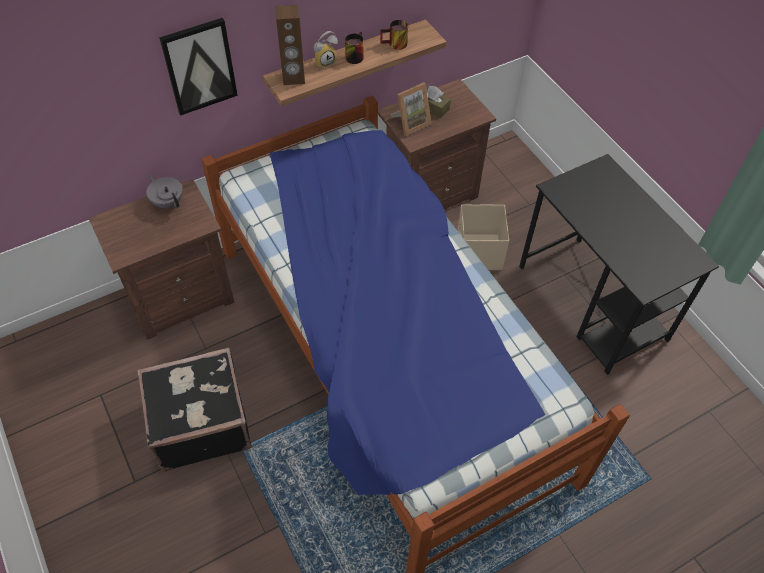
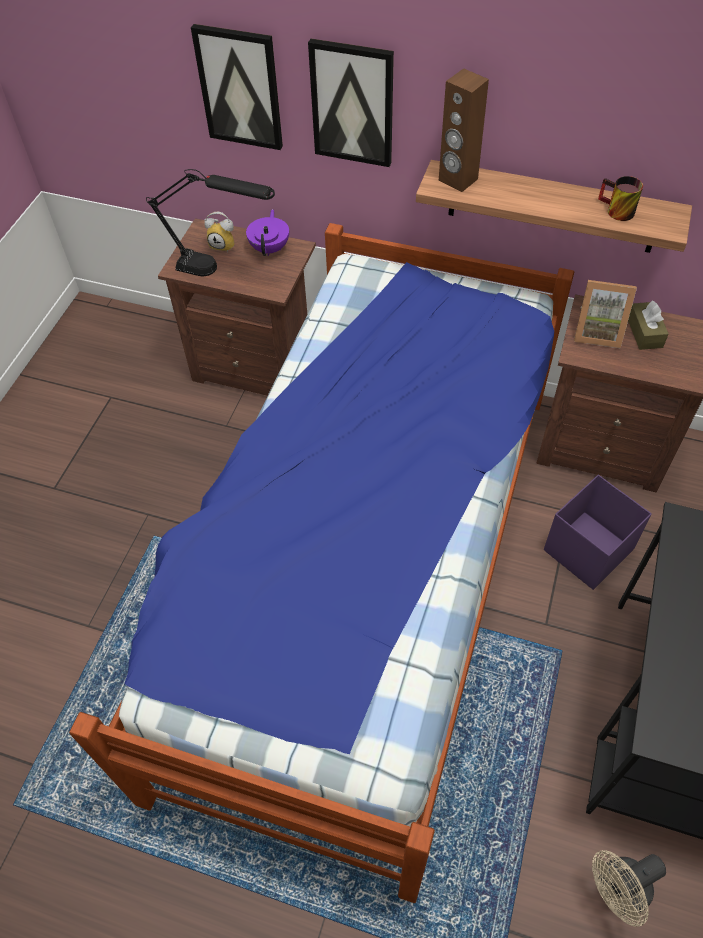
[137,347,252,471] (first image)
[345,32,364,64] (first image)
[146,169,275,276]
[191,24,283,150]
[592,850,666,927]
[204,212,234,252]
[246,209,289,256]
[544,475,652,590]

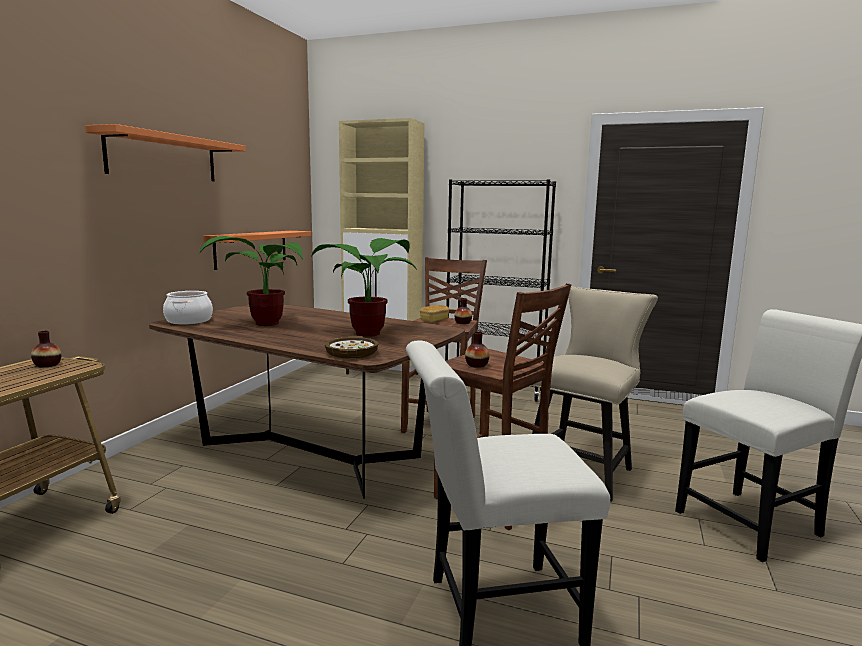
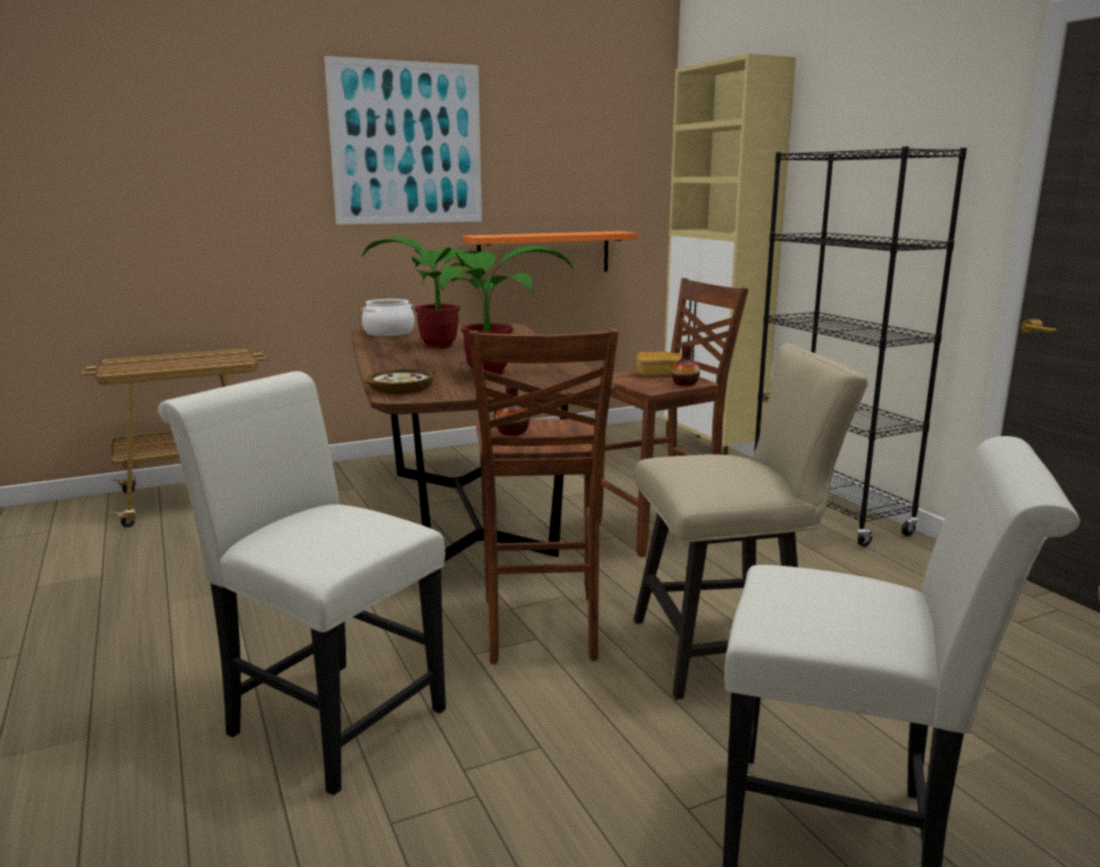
[31,331,61,368] (first image)
[324,56,482,225]

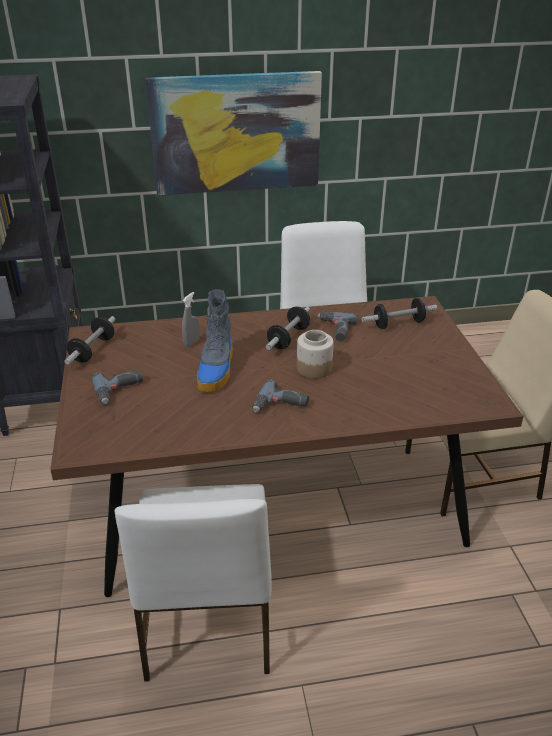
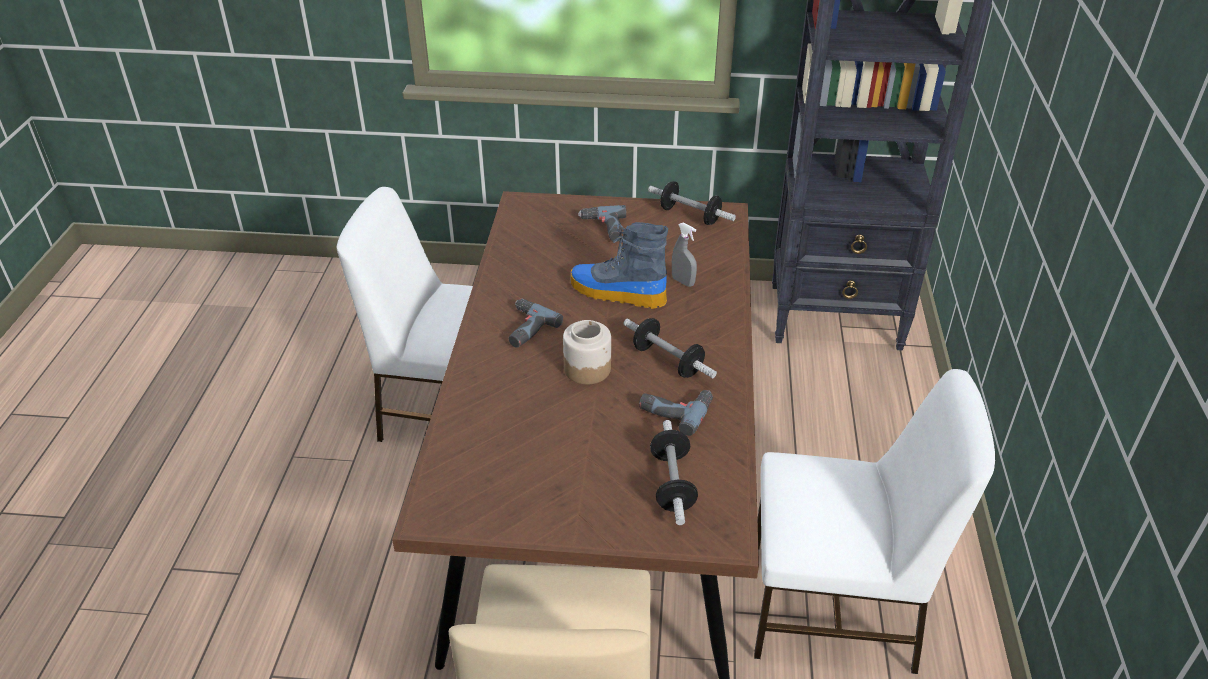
[145,71,322,195] (first image)

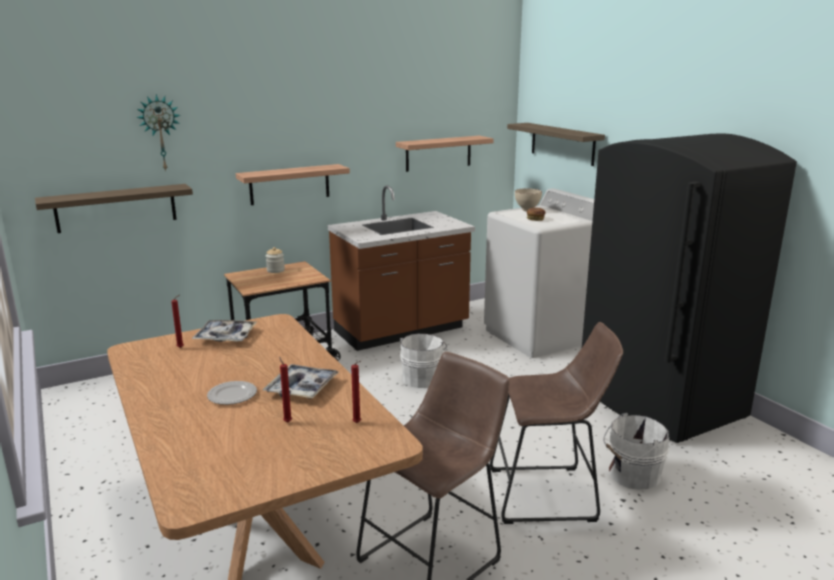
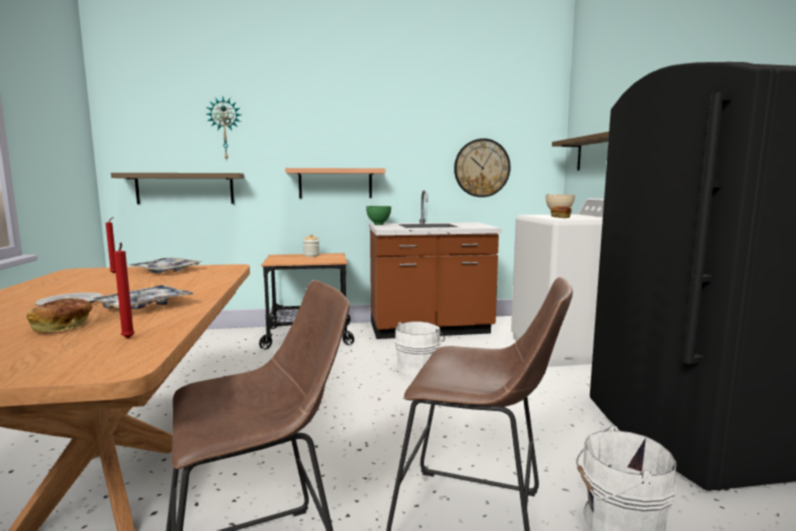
[366,206,391,225]
[26,298,93,332]
[454,138,511,197]

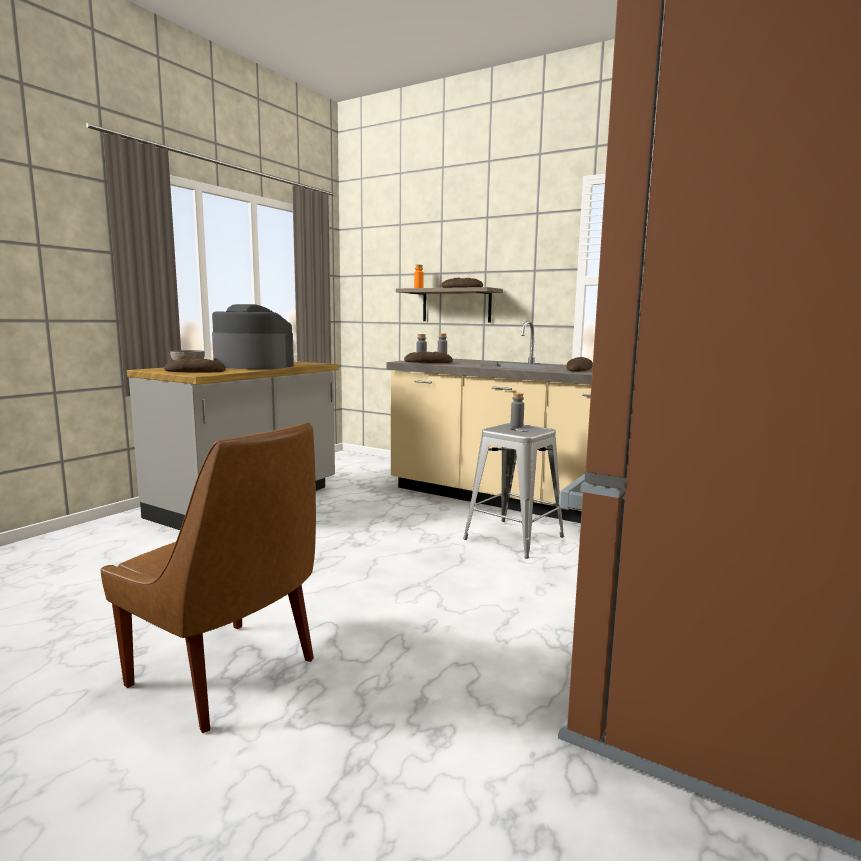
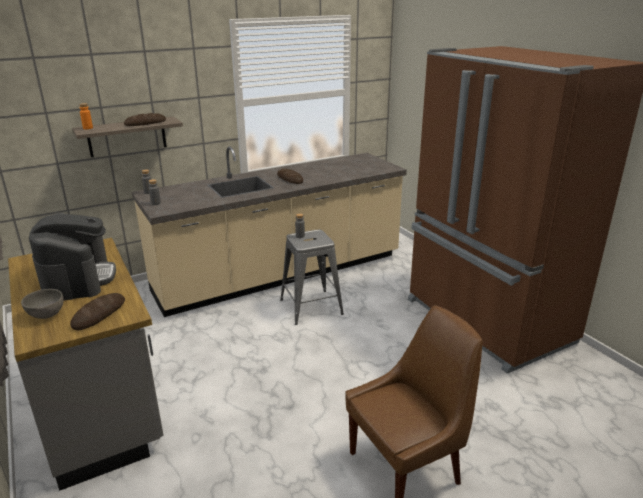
[404,351,453,363] (first image)
[29,213,116,301]

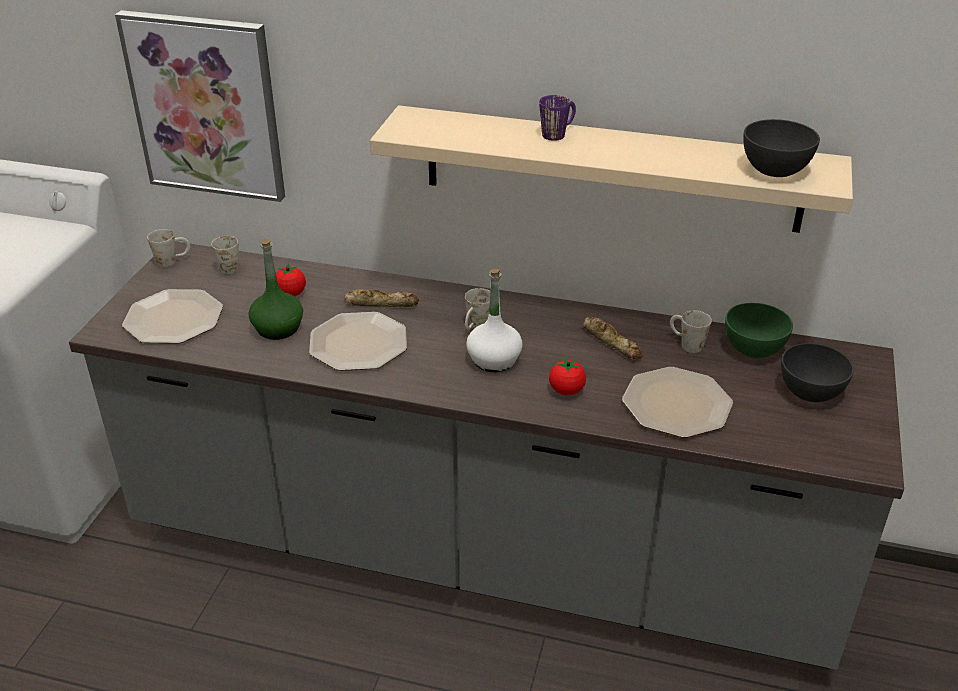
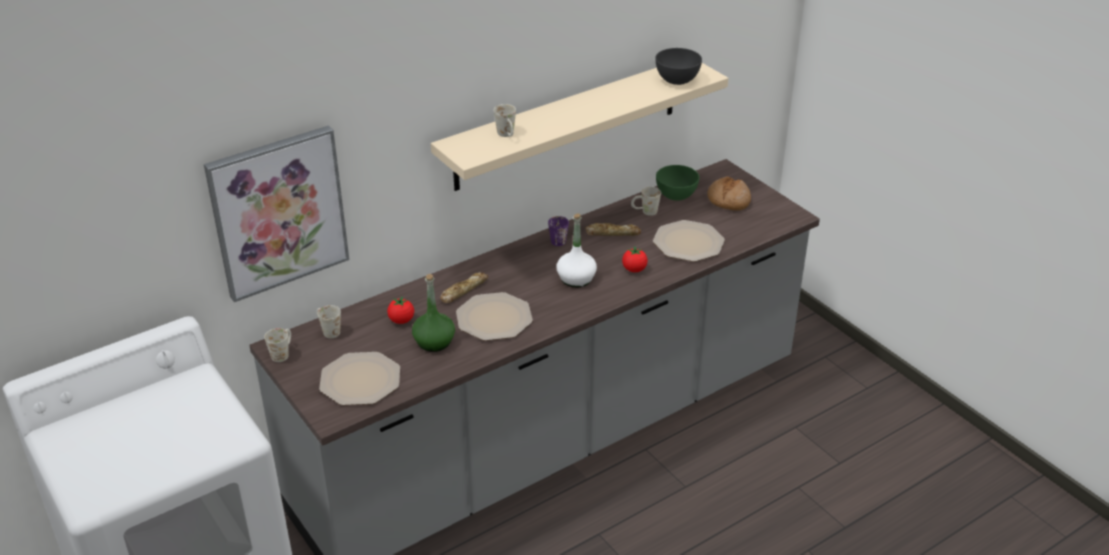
[494,104,516,137]
[548,216,569,246]
[707,177,751,211]

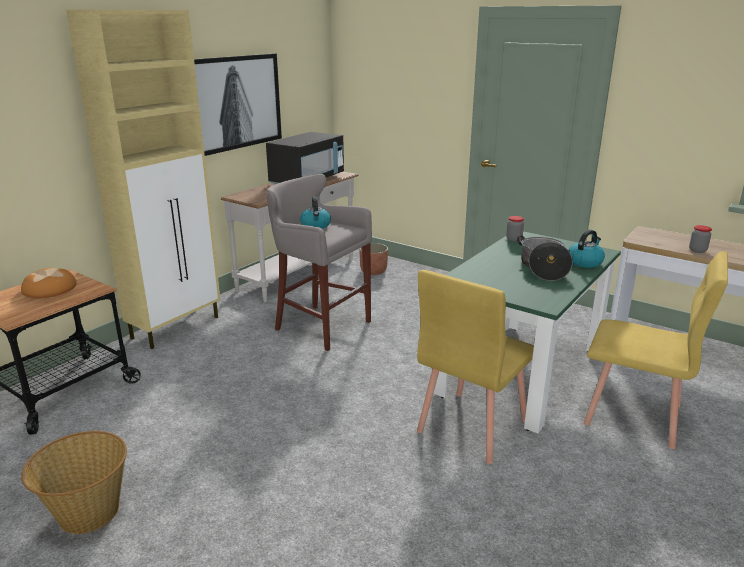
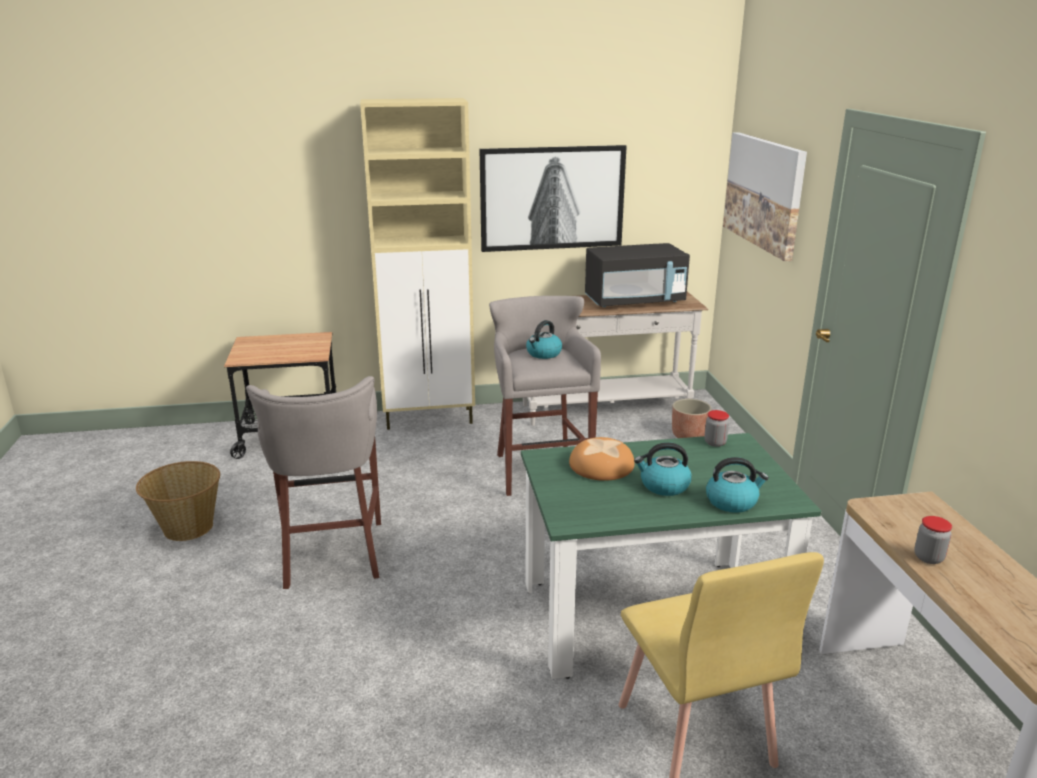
[417,270,534,464] (first image)
[246,376,381,589]
[723,132,807,261]
[569,437,635,481]
[634,442,692,496]

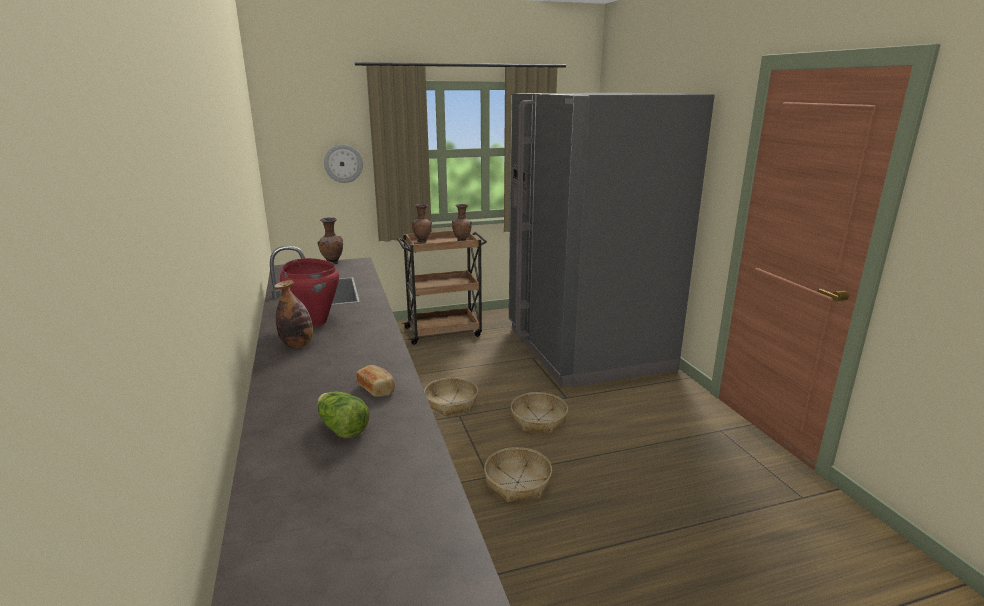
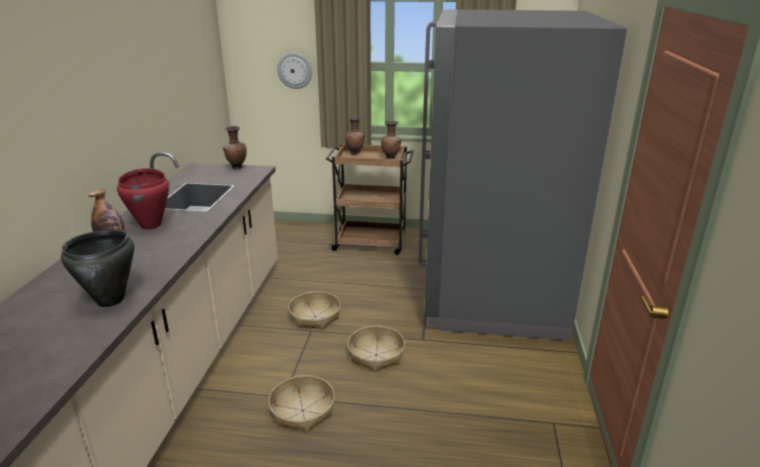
[317,392,369,438] (first image)
[61,230,134,307]

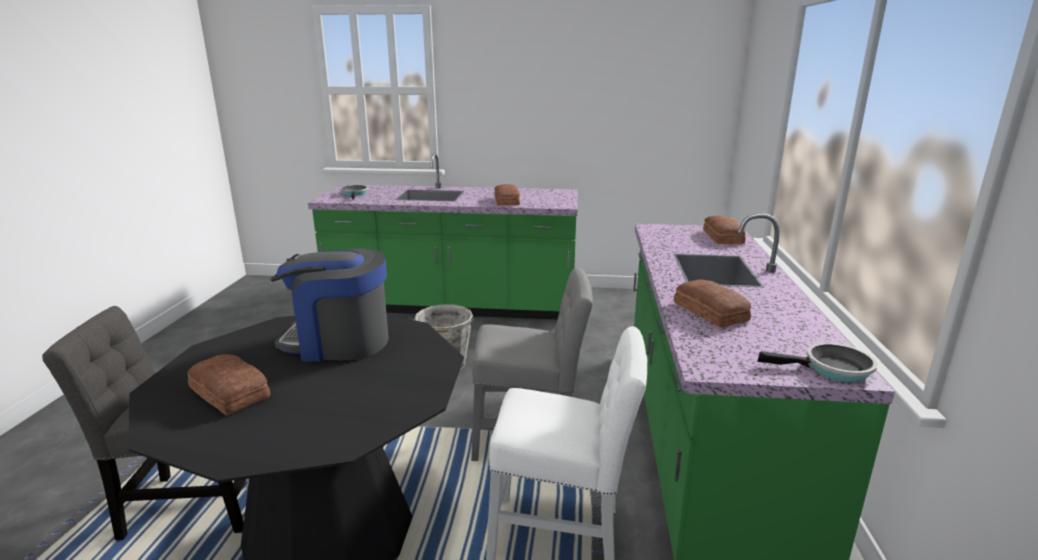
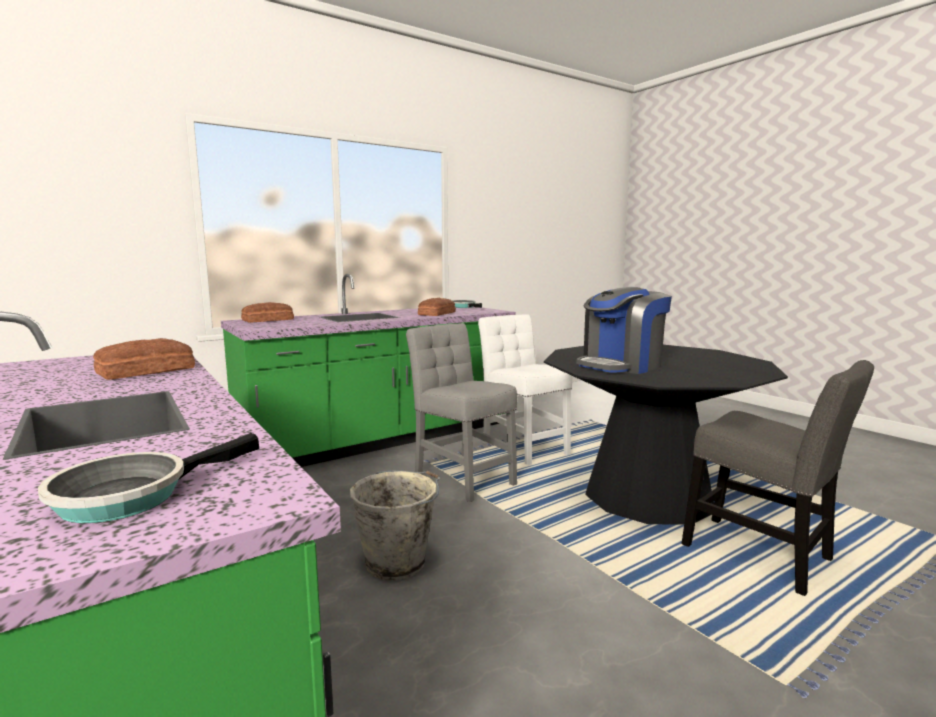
[187,354,270,415] (first image)
[576,287,672,374]

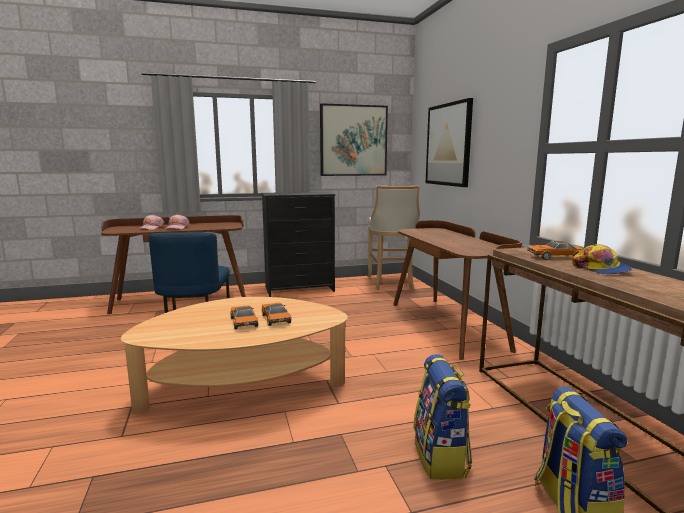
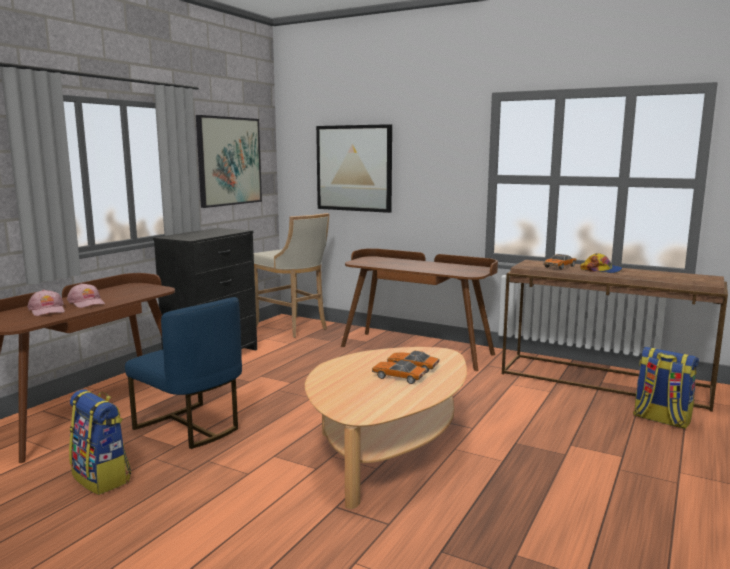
[69,389,131,495]

